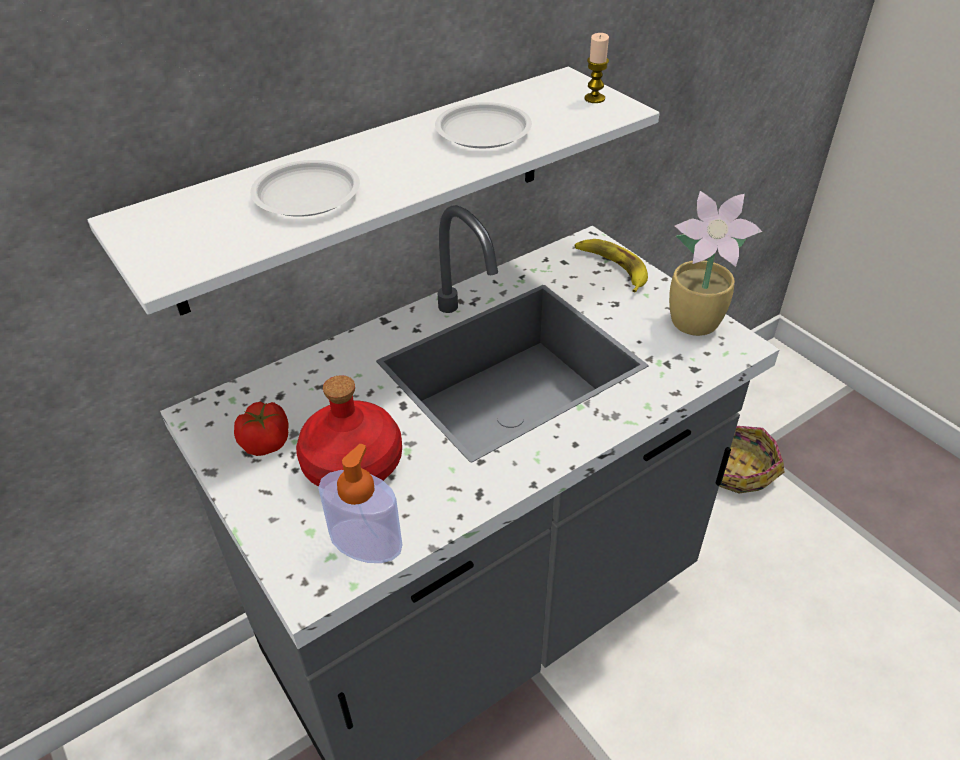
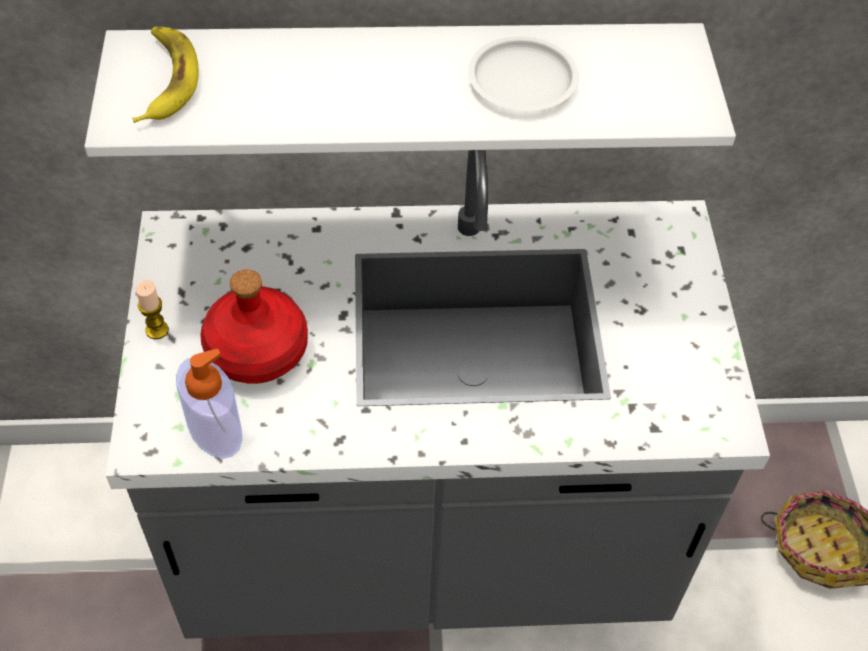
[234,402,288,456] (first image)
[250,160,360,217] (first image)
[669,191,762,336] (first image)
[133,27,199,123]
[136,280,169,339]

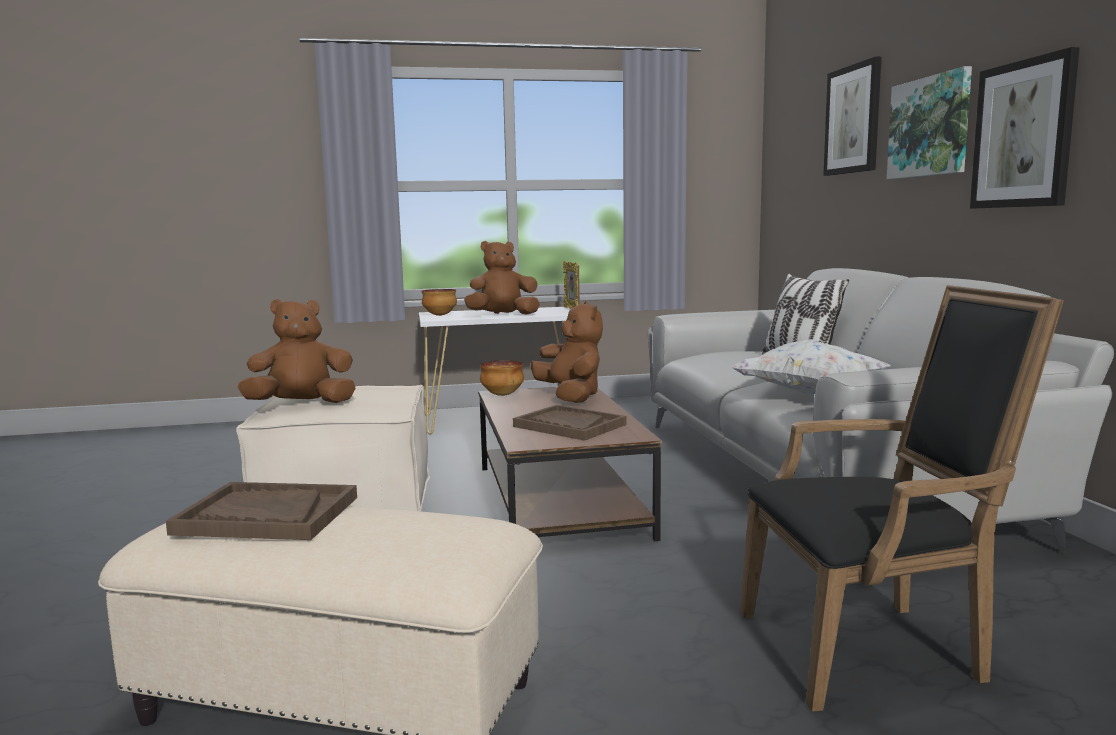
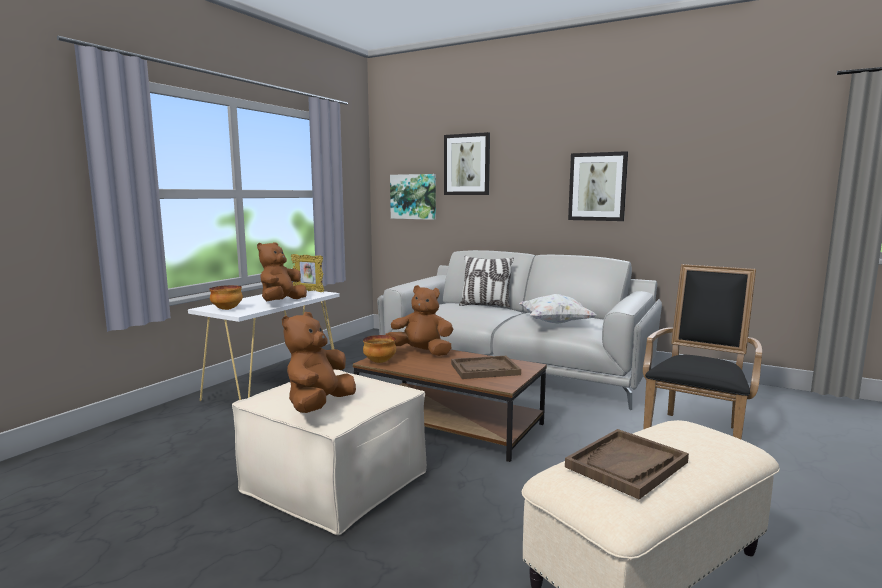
[390,174,436,220]

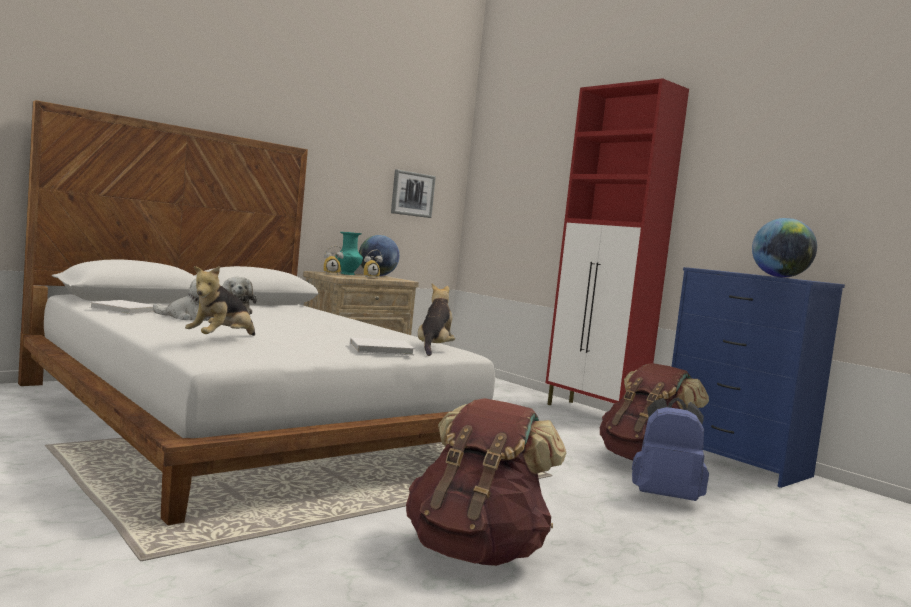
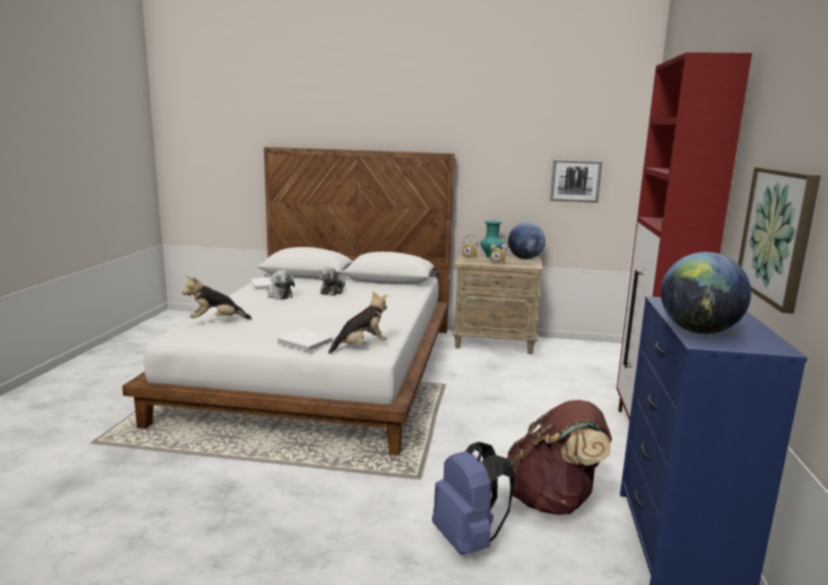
[406,398,566,566] (first image)
[738,167,821,314]

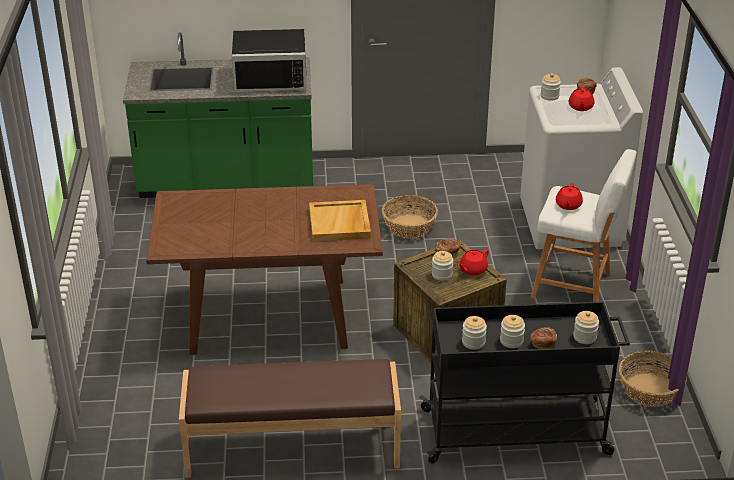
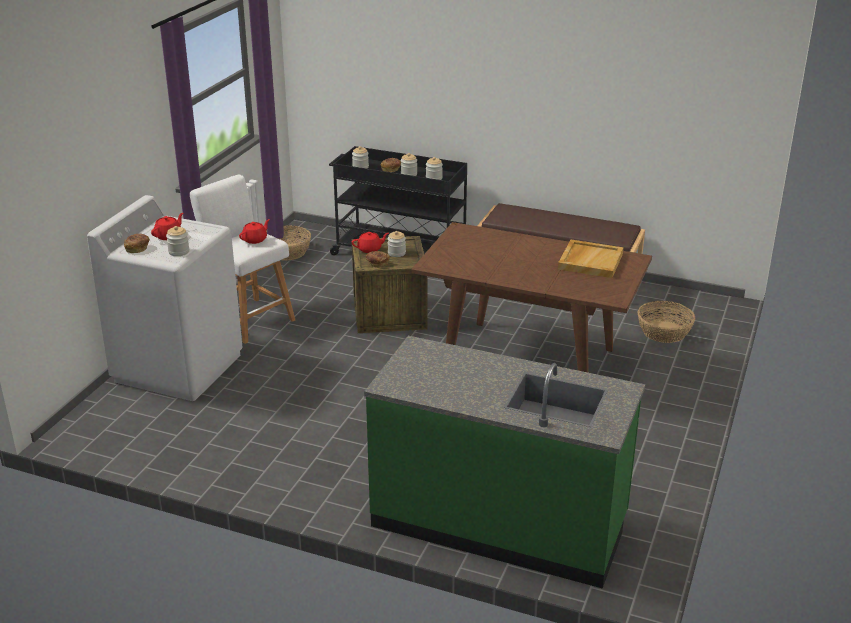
[232,29,307,92] (first image)
[558,240,624,278]
[637,301,695,343]

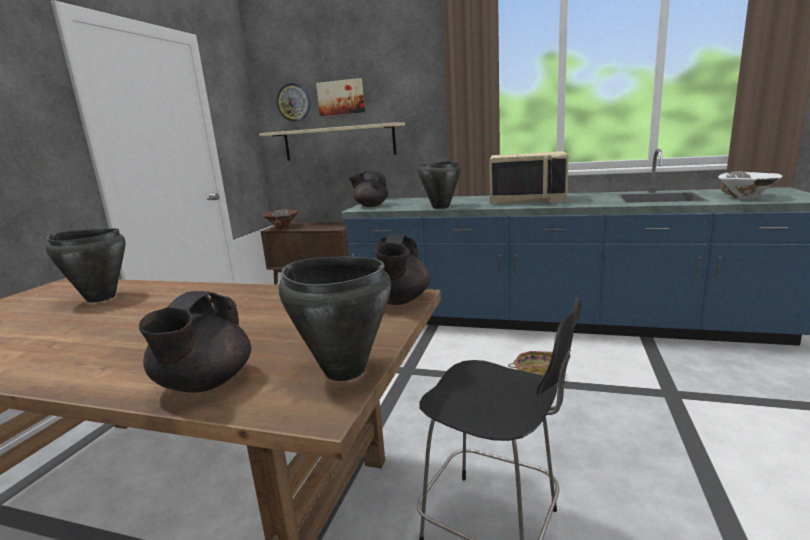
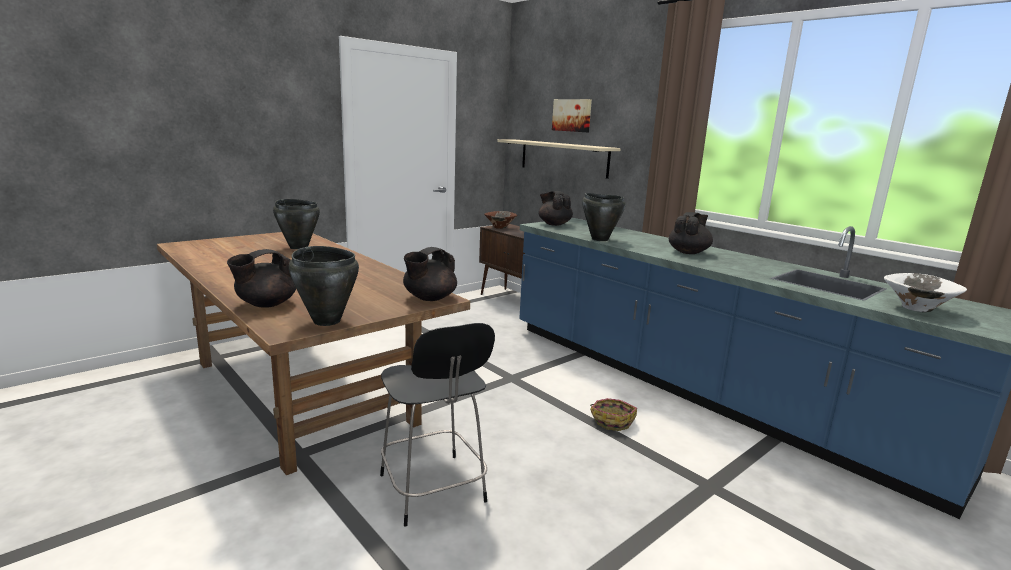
[277,83,310,122] (first image)
[669,212,713,254]

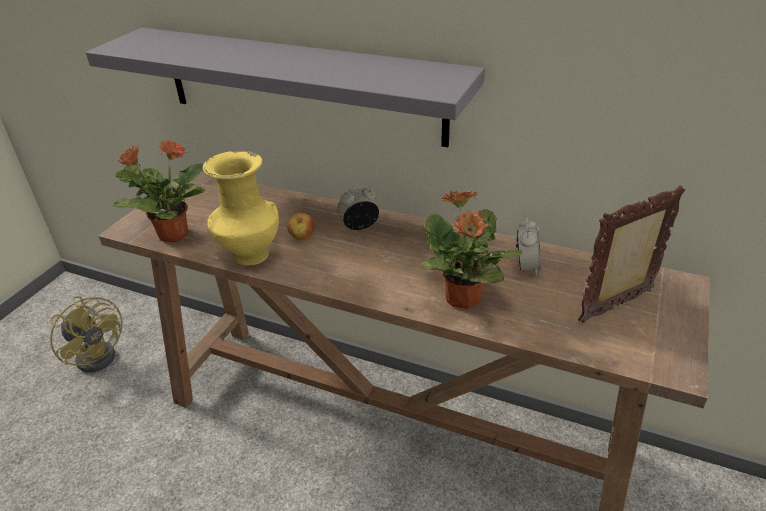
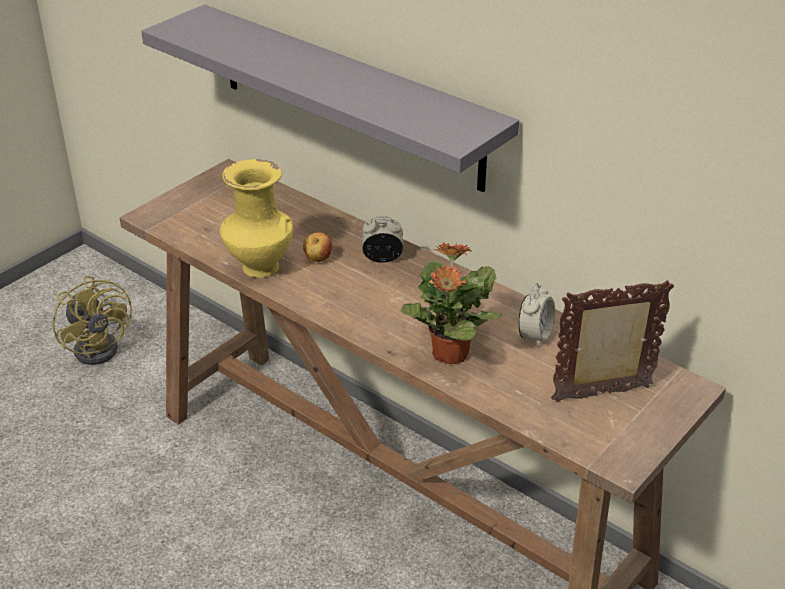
[113,140,206,242] (first image)

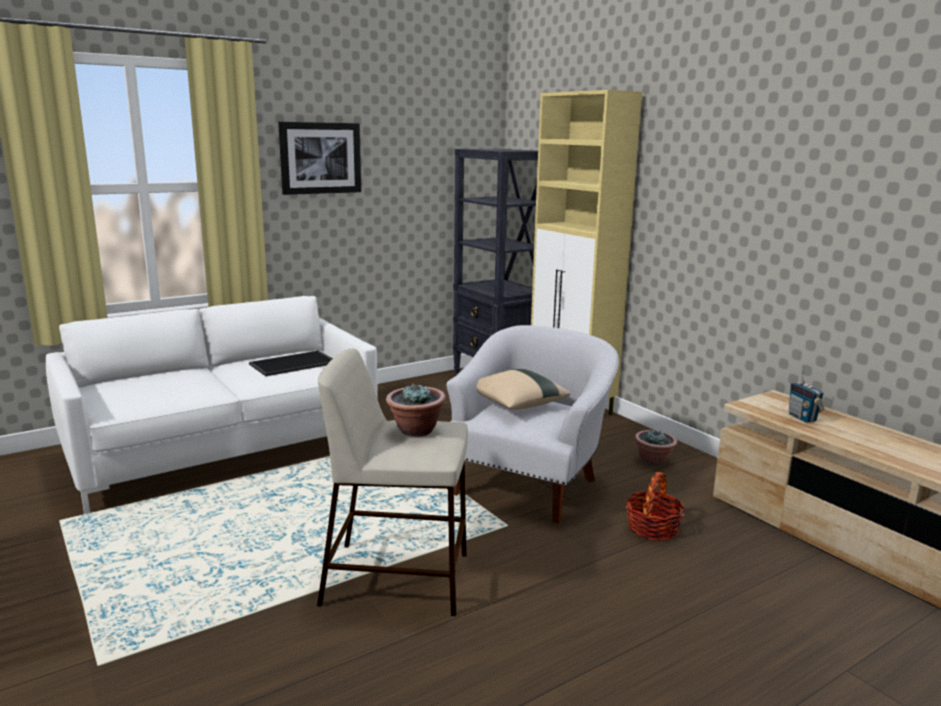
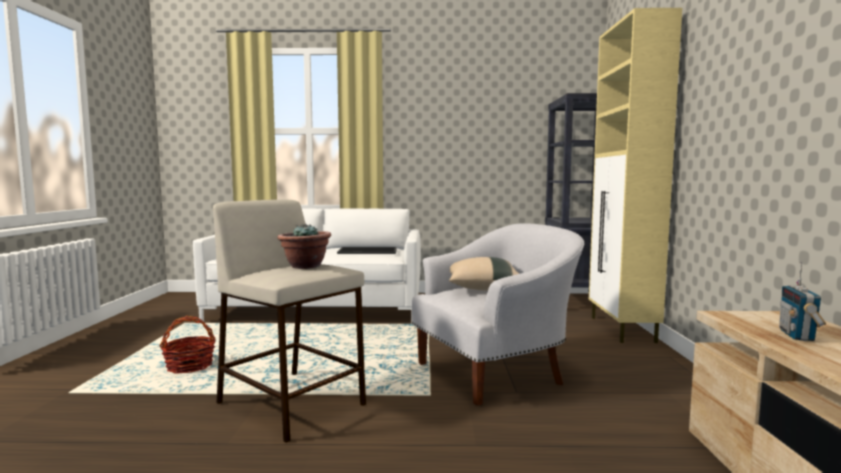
[278,122,361,195] (first image)
[635,430,677,466] (first image)
[159,316,216,374]

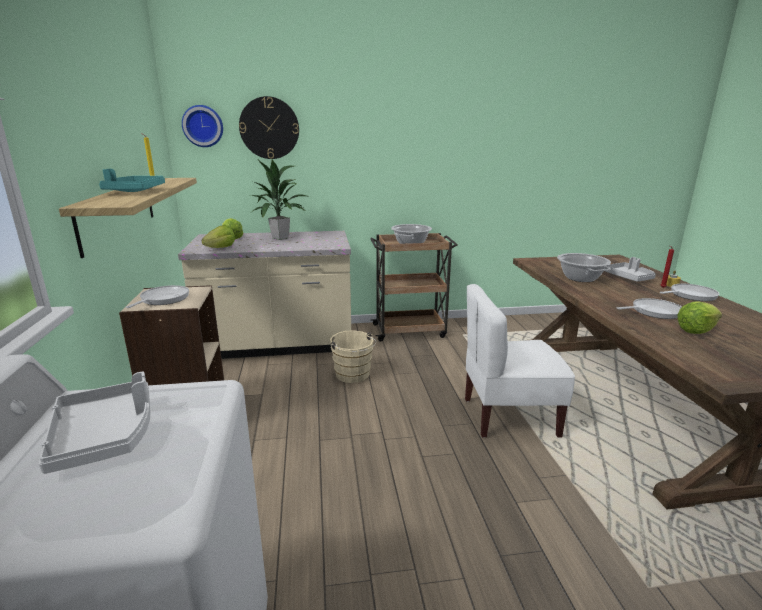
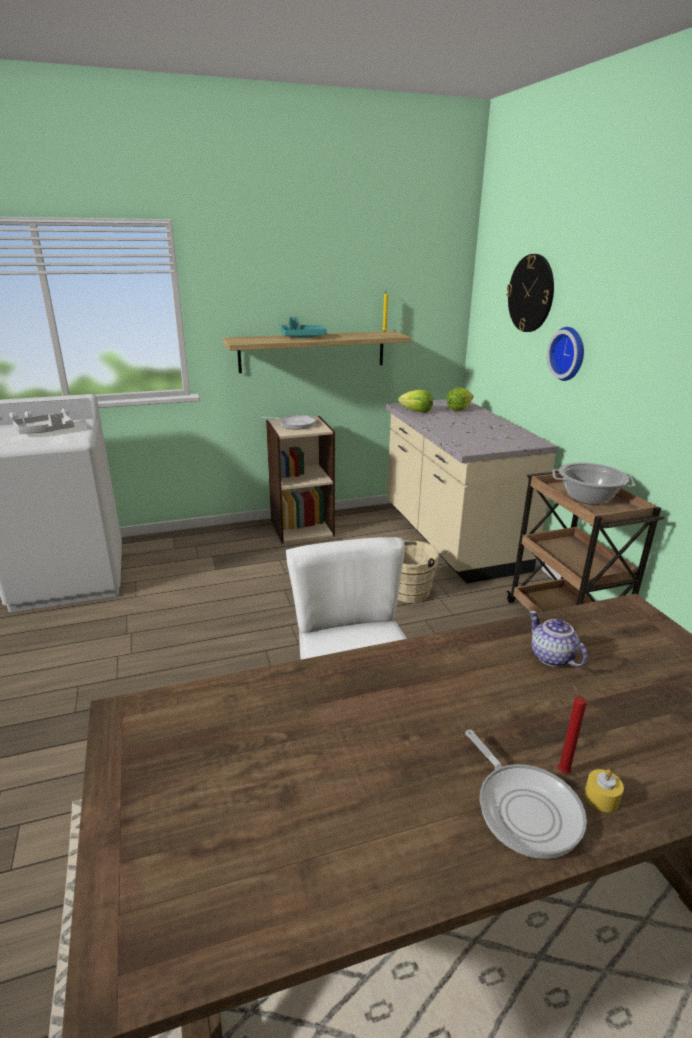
[251,160,310,240] (first image)
[605,257,656,282] (first image)
[617,298,682,319] (first image)
[677,301,722,334] (first image)
[547,327,584,381]
[529,611,588,667]

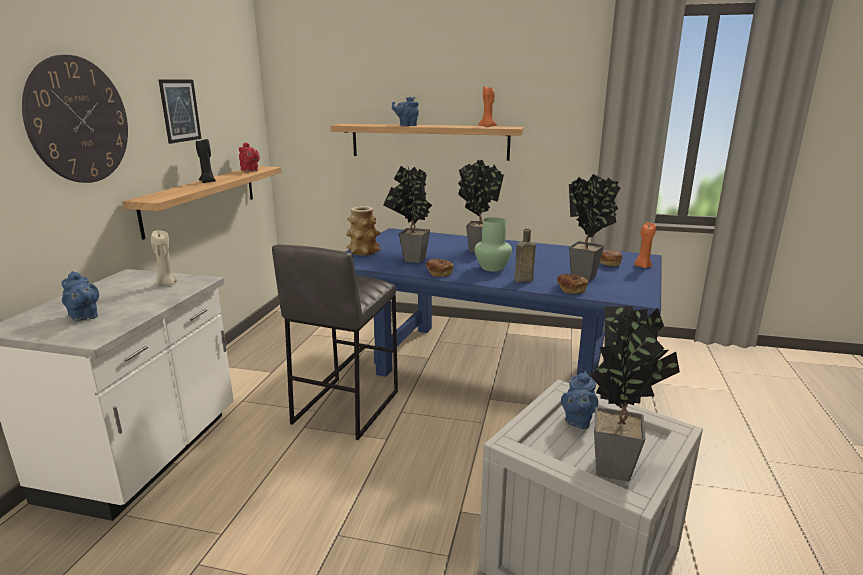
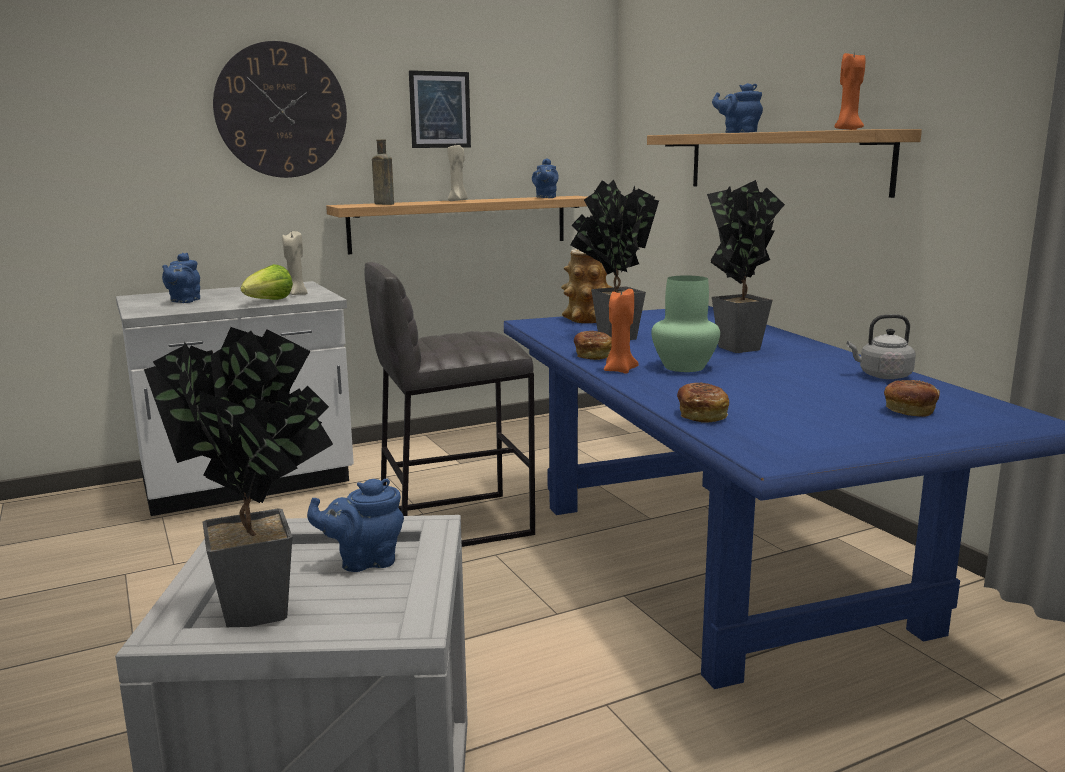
[569,174,621,281] (first image)
[241,264,293,300]
[847,314,916,379]
[372,139,394,205]
[604,287,639,373]
[448,145,468,201]
[532,158,559,198]

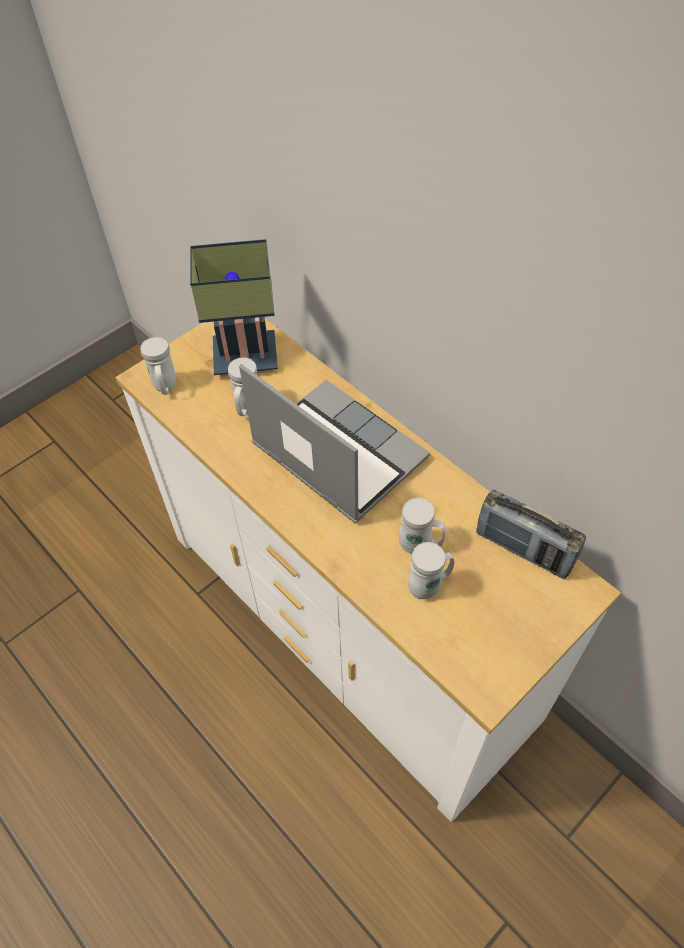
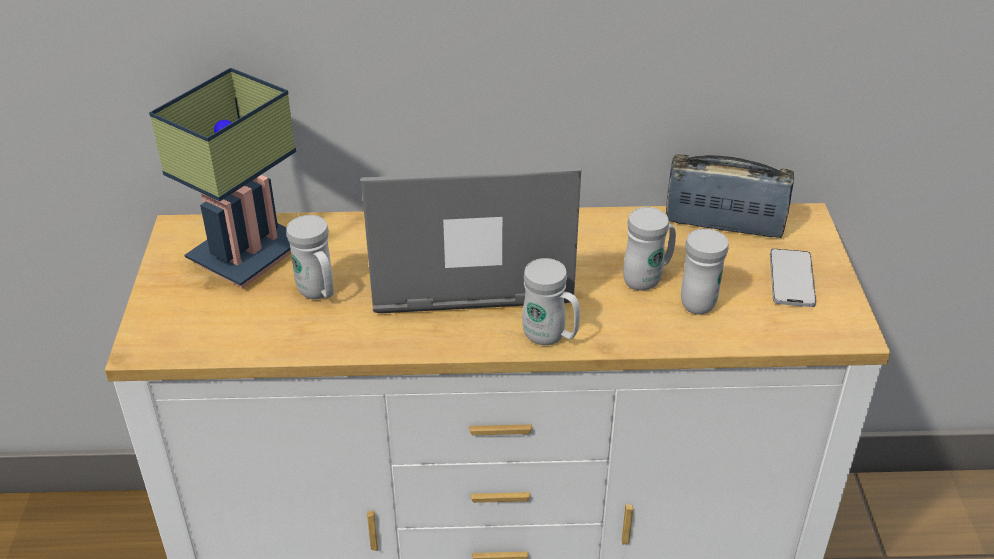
[770,249,816,307]
[522,258,580,345]
[666,154,794,238]

